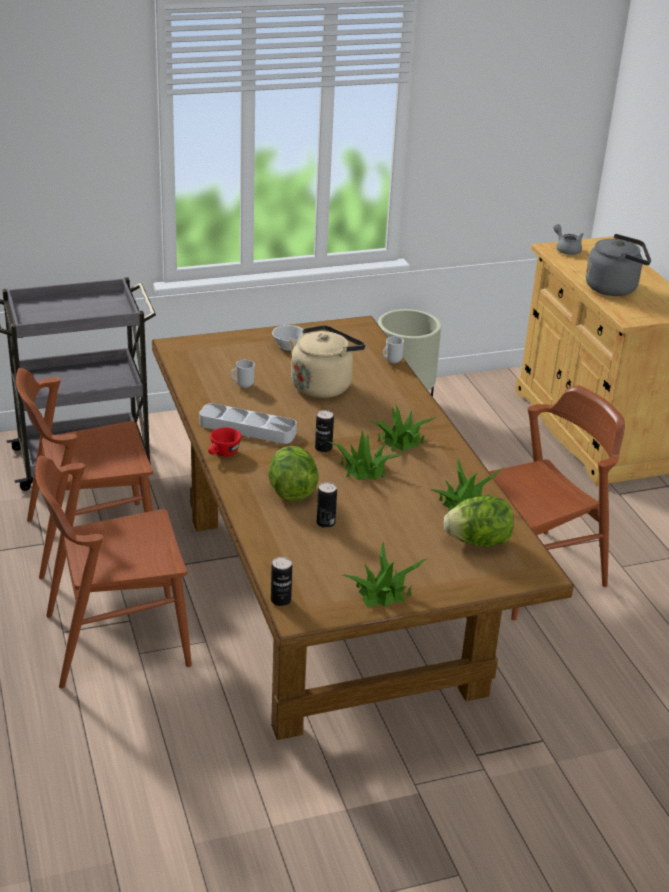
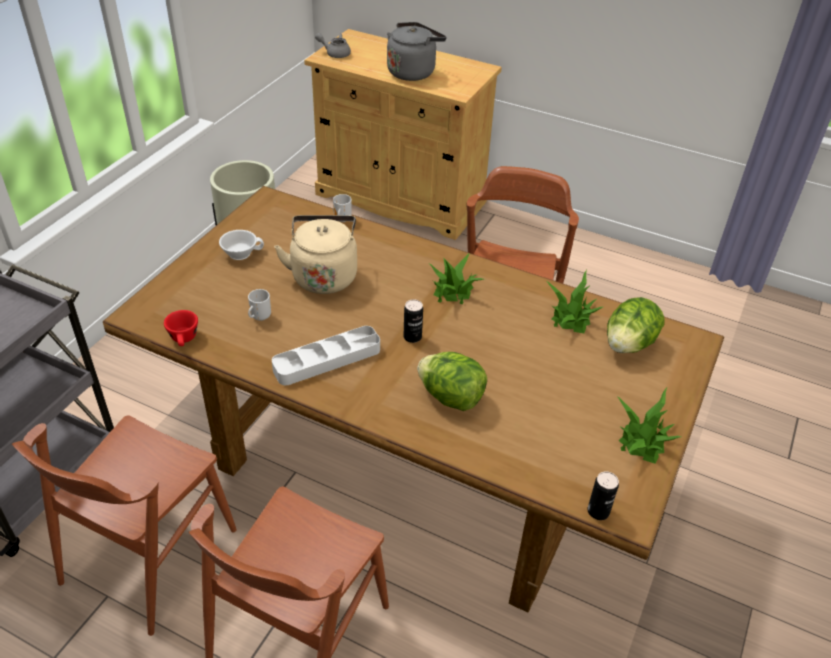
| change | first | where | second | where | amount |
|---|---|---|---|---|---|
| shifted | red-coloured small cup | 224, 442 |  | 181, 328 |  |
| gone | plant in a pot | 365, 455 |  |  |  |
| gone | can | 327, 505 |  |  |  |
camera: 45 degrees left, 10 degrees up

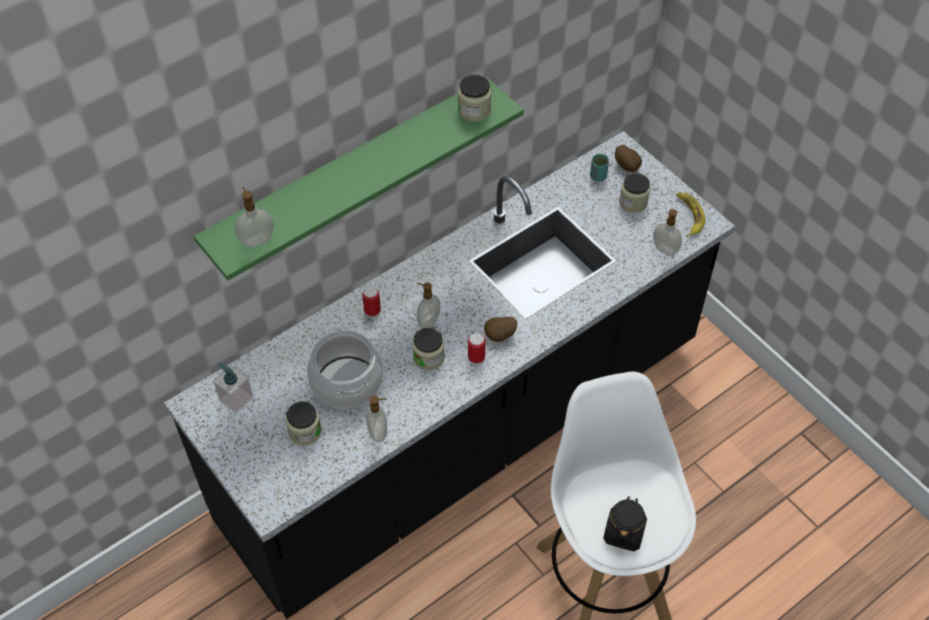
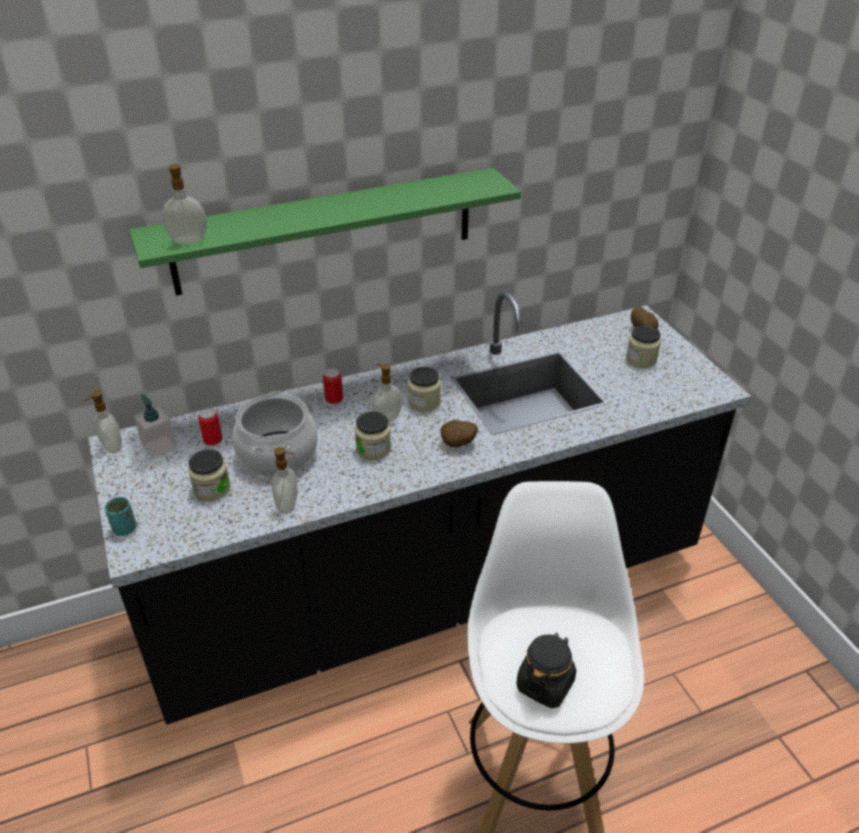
| change | first | where | second | where | amount |
|---|---|---|---|---|---|
| shifted | preserve jar | 474, 98 |  | 424, 389 |  |
| shifted | turquoise small cup | 599, 168 |  | 120, 516 |  |
| gone | banana fruit | 690, 215 |  |  |  |
| shifted | soap dispenser | 667, 232 |  | 102, 422 |  |
| shifted | can | 476, 348 |  | 210, 427 |  |
camera: 15 degrees right, 15 degrees down

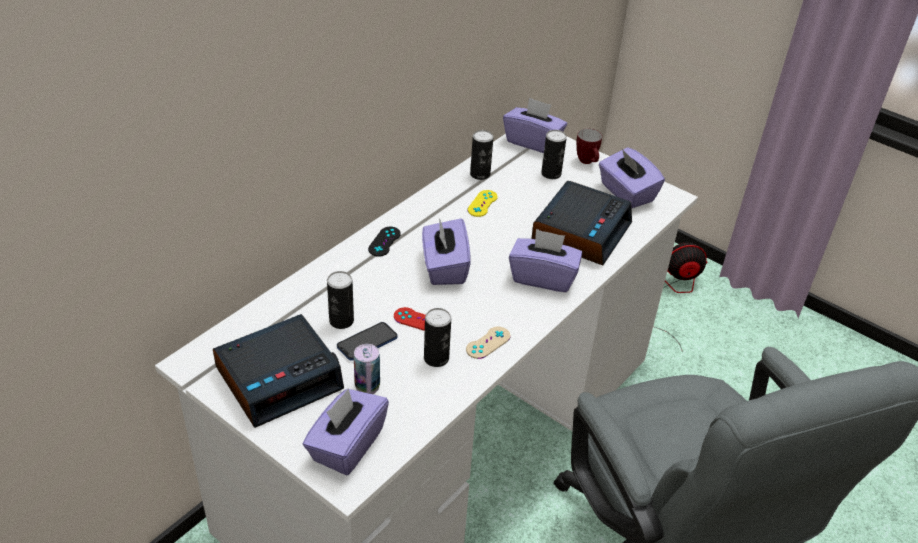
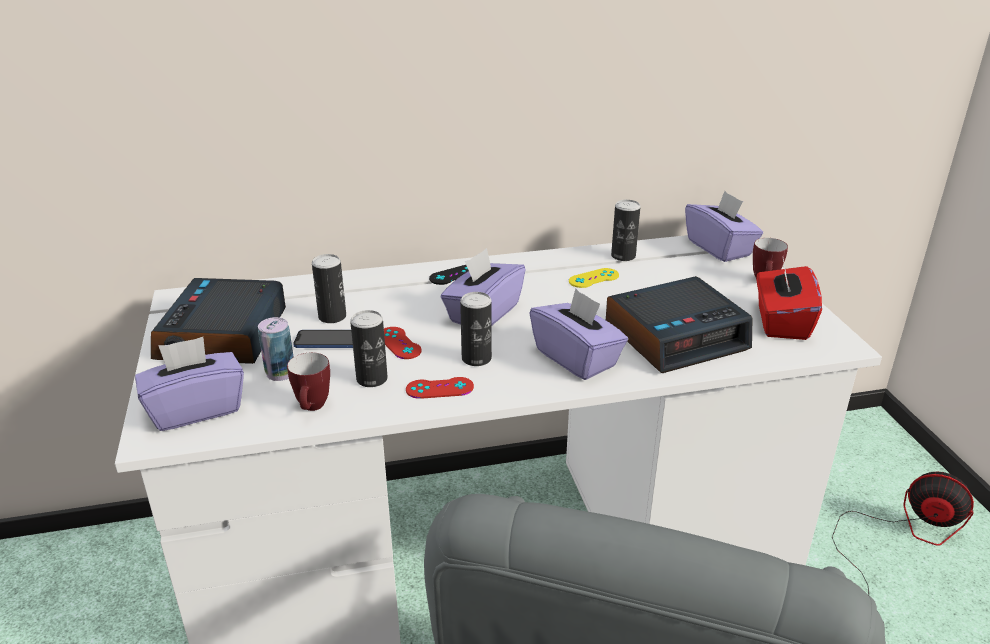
| change | first | where | second | where | amount |
|---|---|---|---|---|---|
| shifted | can | 554, 154 |  | 476, 329 |  |
| repainted | purplish tissue box | 632, 177 | red-coloured tissue box | 789, 299 |  |
| rotated | table clock | 278, 371 |  | 218, 321 | 90 degrees clockwise |
| repainted | sand-coloured gamepad | 488, 343 | red-coloured gamepad | 440, 388 |  |
| new |  |  | mug | 308, 381 |  |
camera: 40 degrees right, 10 degrees down

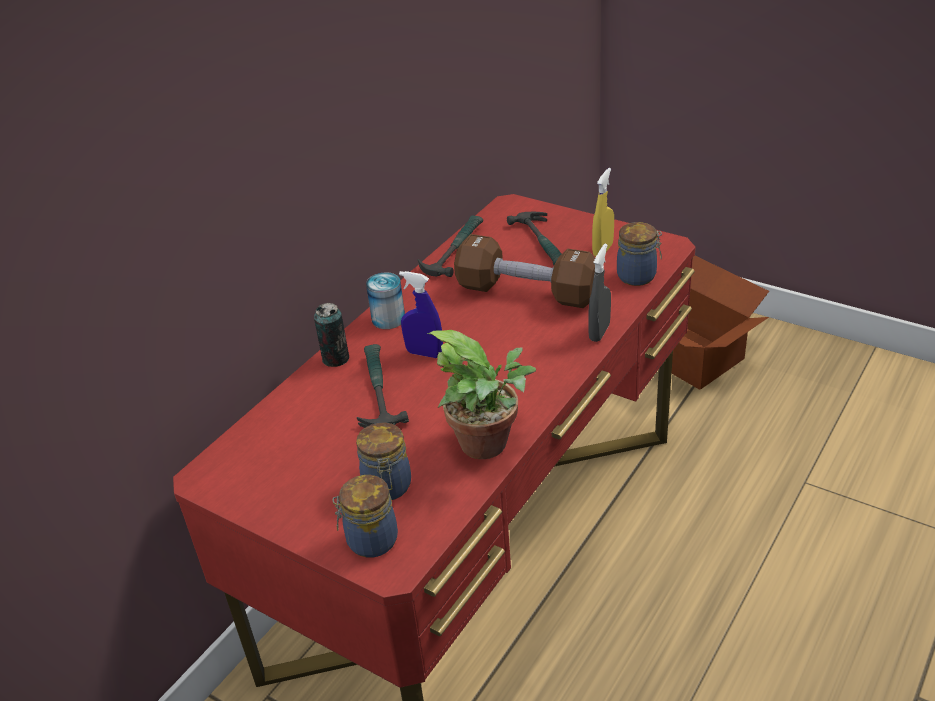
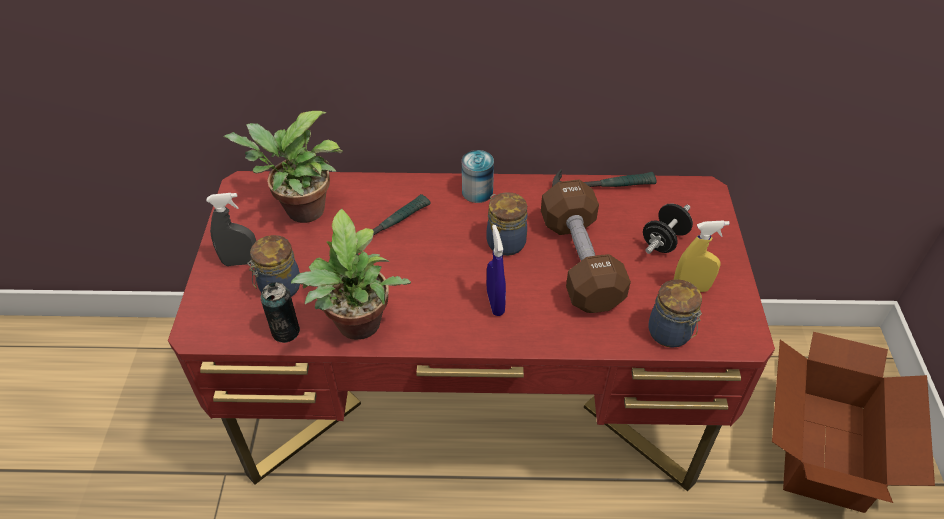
| change | first | where | second | where | amount |
|---|---|---|---|---|---|
| swapped | hammer | 534, 238 | black hand weight | 668, 228 |  |
| shifted | greyish spray bottle | 599, 293 |  | 231, 229 |  |
| shifted | blue spray bottle | 421, 314 |  | 496, 270 |  |
| shifted | can | 331, 335 |  | 280, 312 |  |
| shifted | preserve jar | 365, 516 |  | 507, 224 |  |
| new |  |  | plant in a pot | 283, 167 |  |
camera: 55 degrees right, 10 degrees up

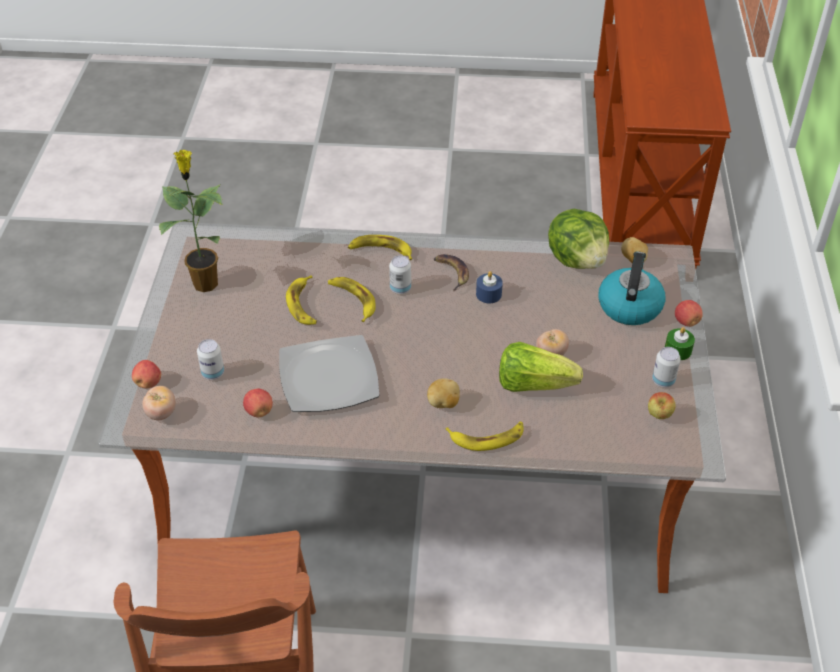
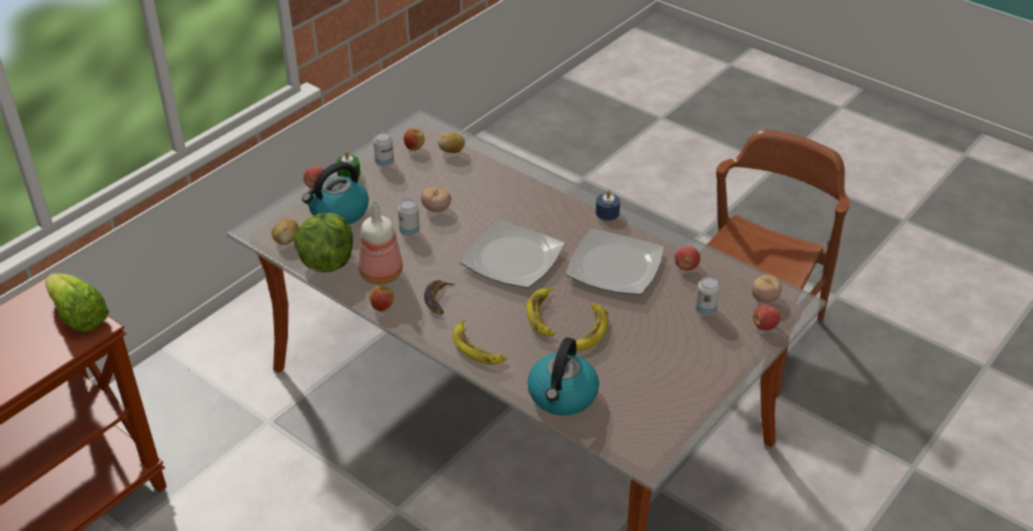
| change | first | where | second | where | amount |
|---|---|---|---|---|---|
| gone | plant in a pot | 191, 221 |  |  |  |
| shifted | can | 400, 274 |  | 409, 217 |  |
| shifted | blue candle | 489, 287 |  | 608, 205 |  |
| shifted | lettuce | 541, 367 |  | 77, 302 |  |
| shifted | spud | 443, 393 |  | 451, 142 |  |
| gone | banana fruit | 485, 436 |  |  |  |
| new |  |  | bottle | 380, 242 |  |
| new |  |  | flat dish | 512, 254 |  |
| new |  |  | whole apple | 381, 297 |  |
| new |  |  | tea kettle | 563, 376 |  |
camera: 145 degrees left, 5 degrees down

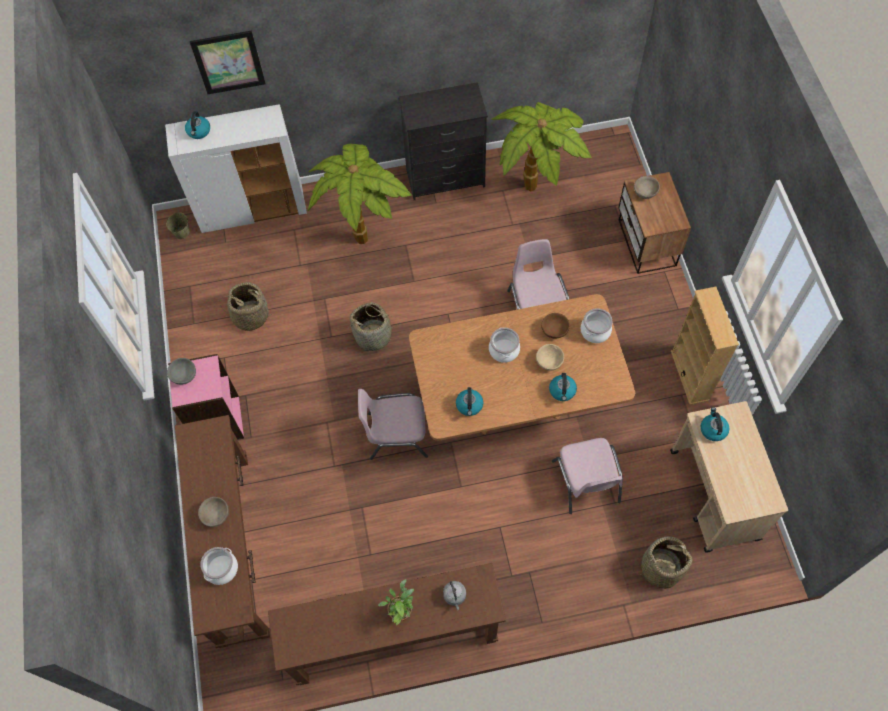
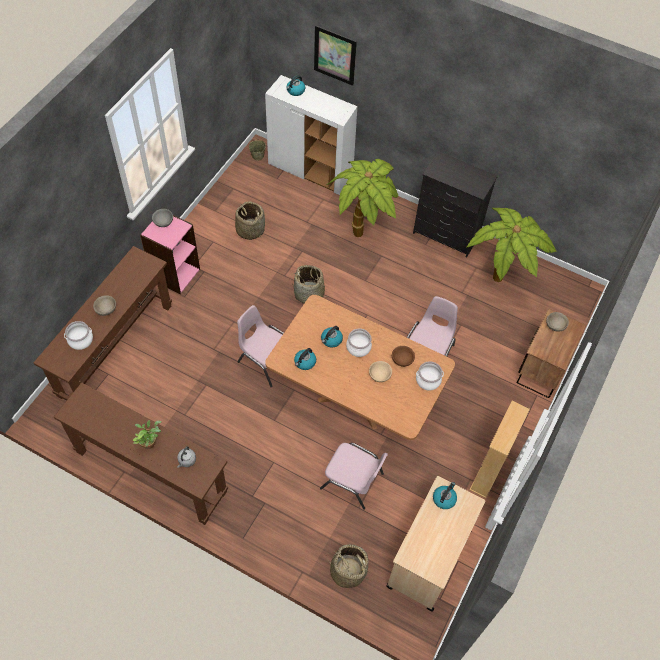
| change | first | where | second | where | amount |
|---|---|---|---|---|---|
| shifted | tea kettle | 563, 387 |  | 332, 337 |  |
| rotated | pinkish upright chair | 587, 476 |  | 354, 476 | 90 degrees counterclockwise |
camera: 35 degrees right, 5 degrees down

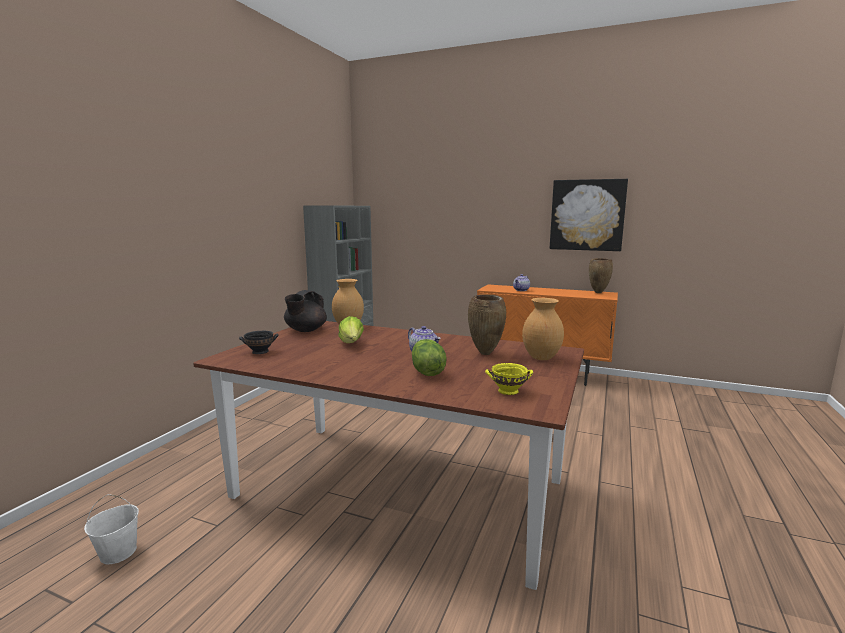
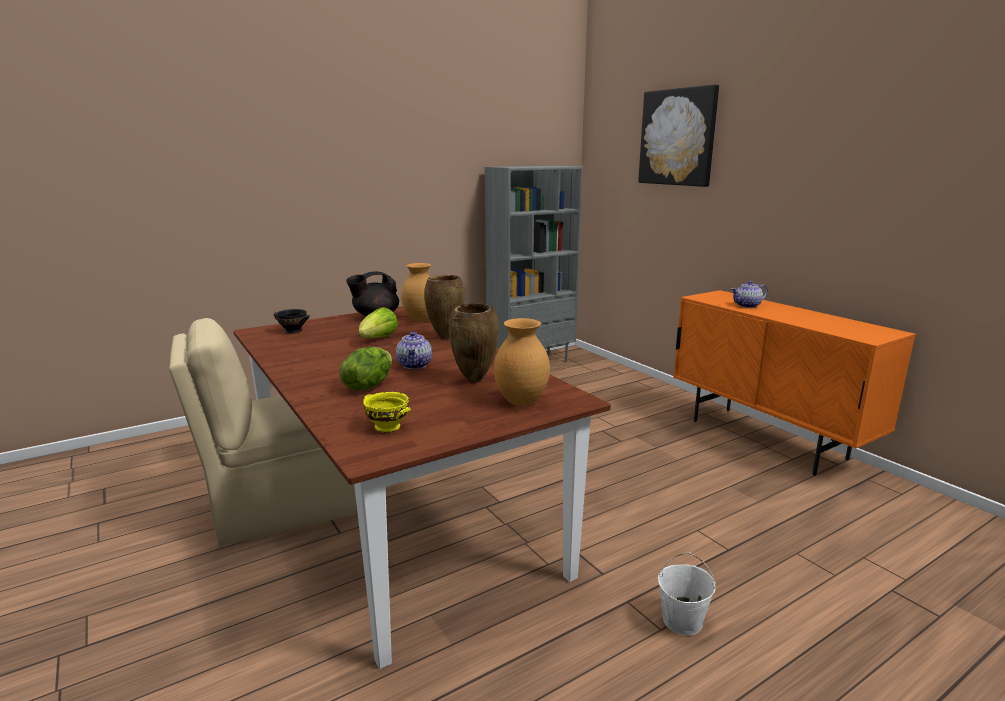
| change | first | where | second | where | amount |
|---|---|---|---|---|---|
| shifted | wall picture | 589, 215 |  | 678, 136 |  |
| shifted | brownish decorative vase | 601, 275 |  | 444, 307 |  |
| shifted | whitish pail | 111, 529 |  | 687, 594 |  |
| new |  |  | sand-coloured upright chair | 262, 432 |  |
camera: 35 degrees right, 5 degrees up

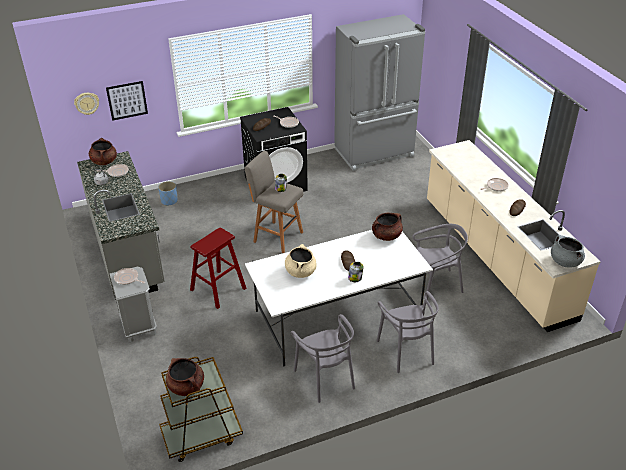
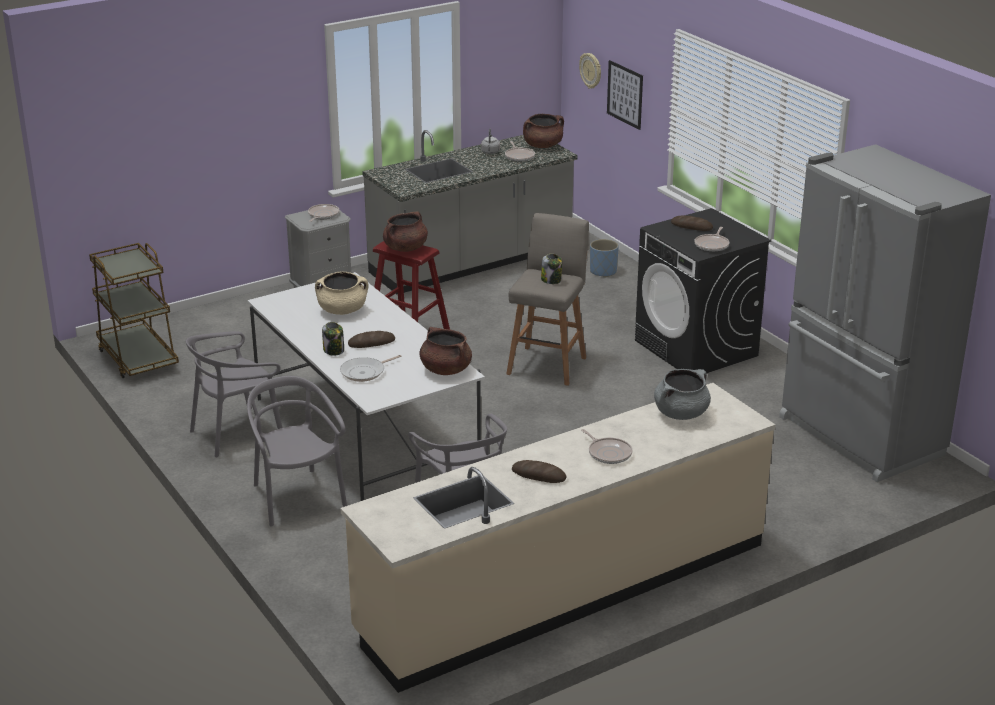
| change | first | where | second | where | amount |
|---|---|---|---|---|---|
| shifted | greyish cooking pot | 568, 251 |  | 682, 394 |  |
| rotated | greyish upright chair | 408, 332 |  | 297, 451 | 90 degrees clockwise |
| shifted | brownish cooking pot | 185, 377 |  | 405, 232 |  |
| new |  |  | skillet | 370, 368 |  |
camera: 80 degrees right, 10 degrees down

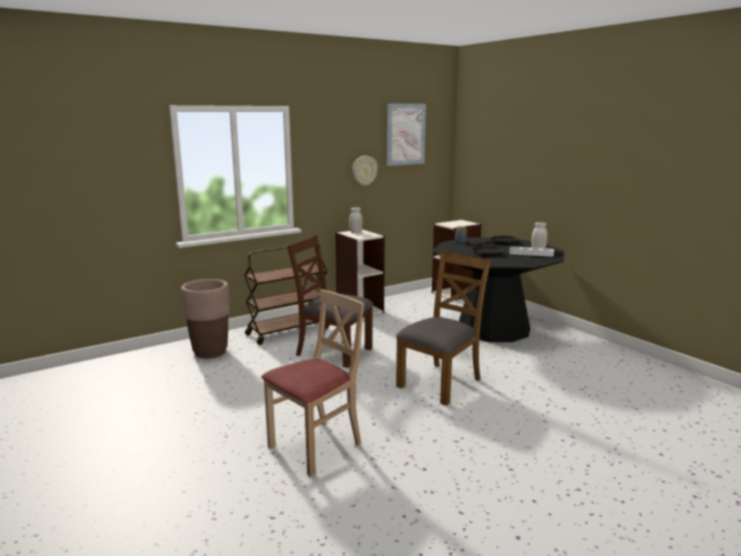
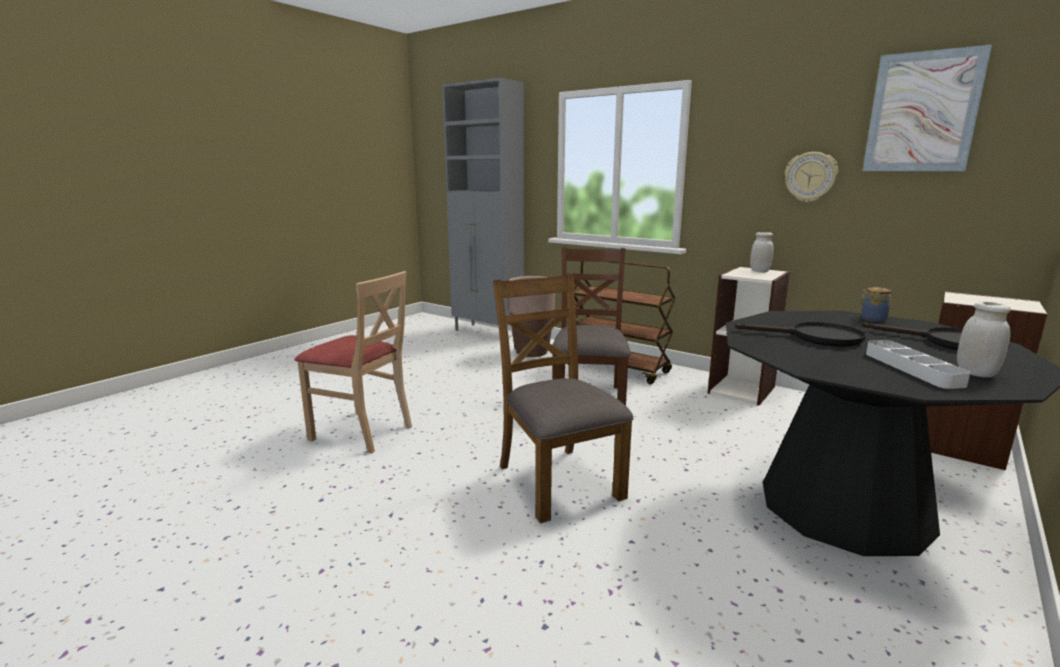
| change | first | where | second | where | amount |
|---|---|---|---|---|---|
| rotated | brownish upright chair | 443, 328 |  | 563, 398 | 135 degrees counterclockwise |
| new |  |  | greyish cupboard | 483, 204 |  |
camera: 70 degrees right, 0 degrees up

